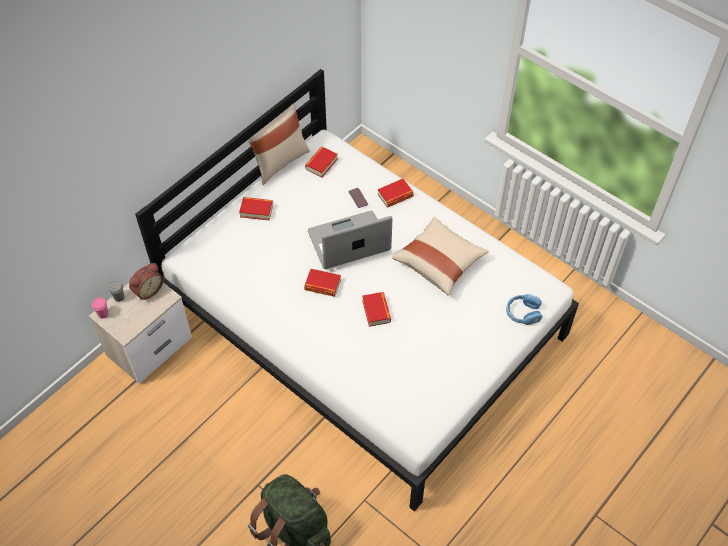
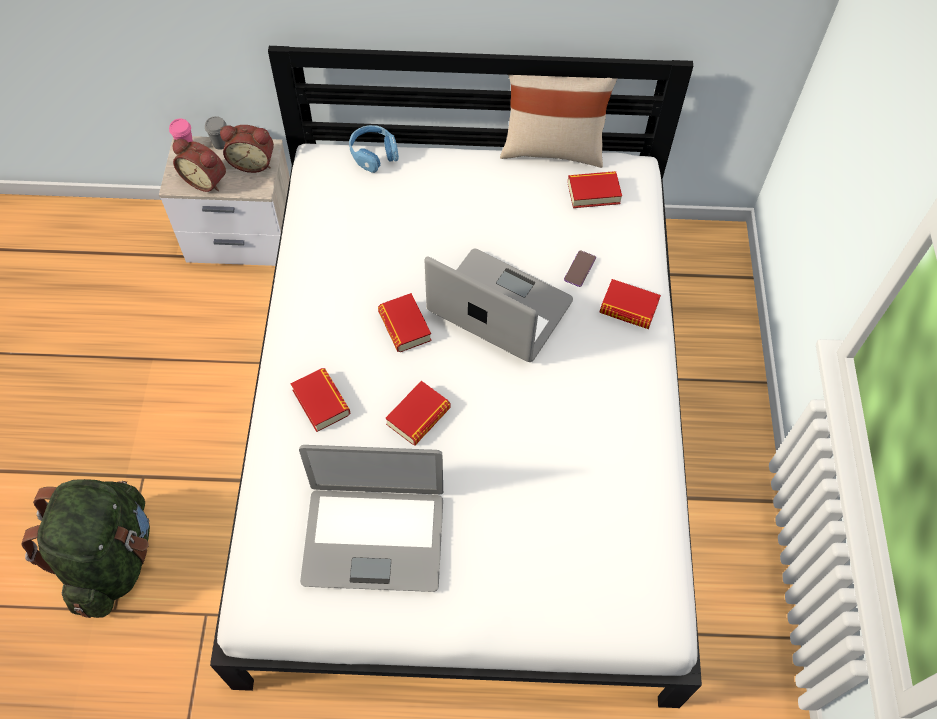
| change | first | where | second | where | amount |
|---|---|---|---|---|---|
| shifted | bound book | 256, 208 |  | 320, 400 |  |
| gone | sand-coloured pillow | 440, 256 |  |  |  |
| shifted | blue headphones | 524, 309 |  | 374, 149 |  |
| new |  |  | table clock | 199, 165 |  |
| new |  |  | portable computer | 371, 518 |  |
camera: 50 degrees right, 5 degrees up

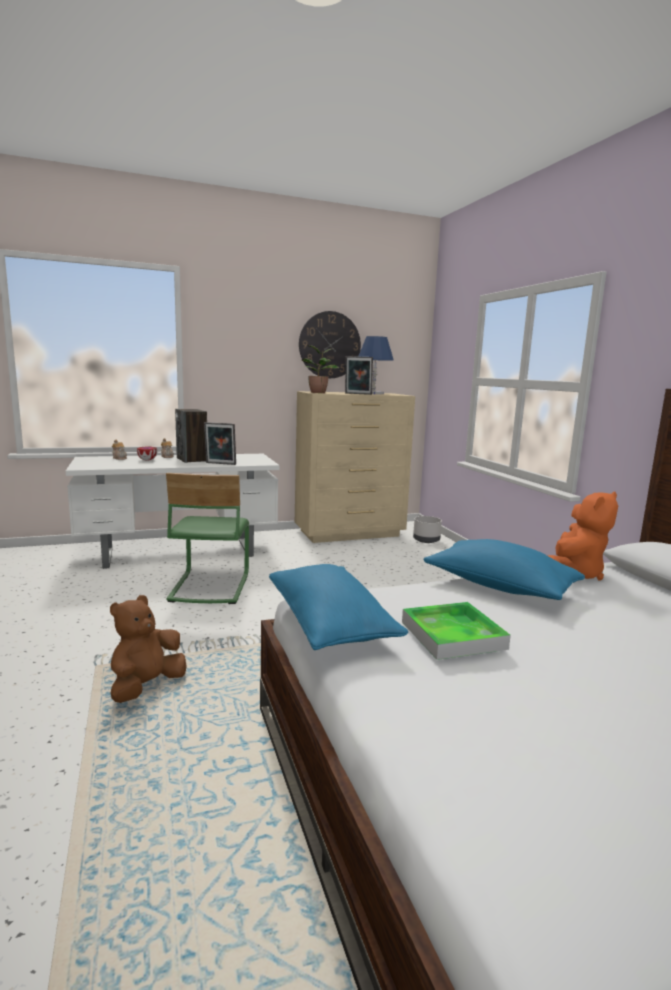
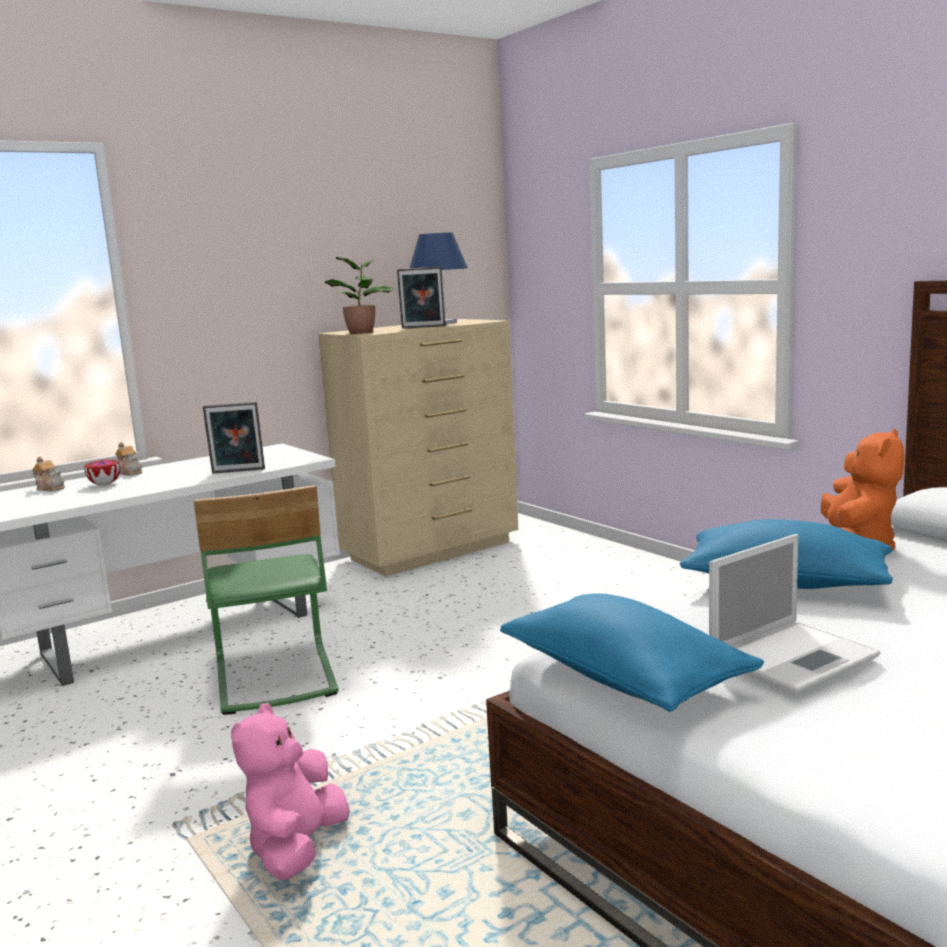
| change | first | where | second | where | amount |
|---|---|---|---|---|---|
| gone | hanging clock | 330, 344 |  |  |  |
| gone | audio speaker | 191, 436 |  |  |  |
| gone | greyish planter | 427, 529 |  |  |  |
| repainted | brownish cuddly toy | 148, 649 | pinkish cuddly toy | 290, 791 |  |
| swapped | tray | 456, 631 | portable computer | 794, 614 |  |
camera: 15 degrees left, 0 degrees up

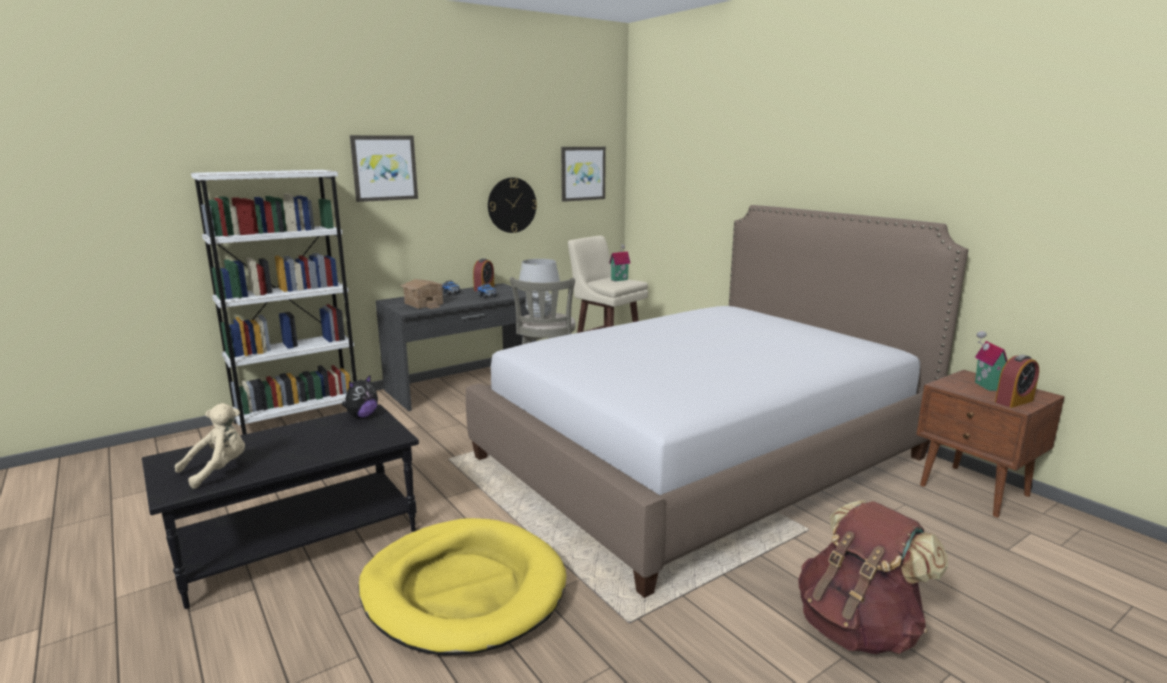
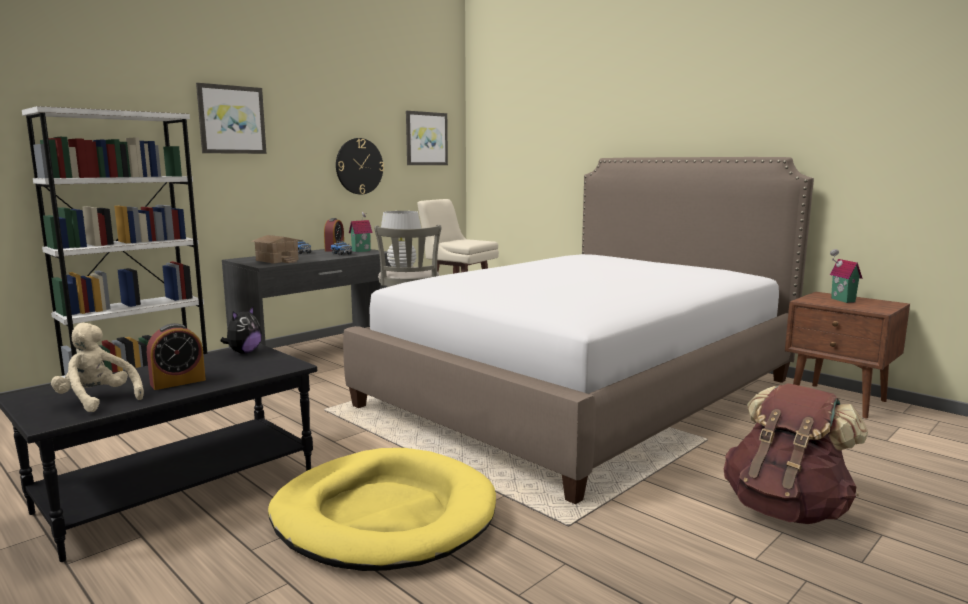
| change | first | where | second | where | amount |
|---|---|---|---|---|---|
| shifted | toy house | 620, 262 |  | 361, 232 |  |
| shifted | table clock | 1017, 381 |  | 176, 356 |  |
| rotated | sand-coloured cuddly toy | 210, 446 |  | 97, 367 | 90 degrees counterclockwise |
camera: 10 degrees left, 5 degrees down

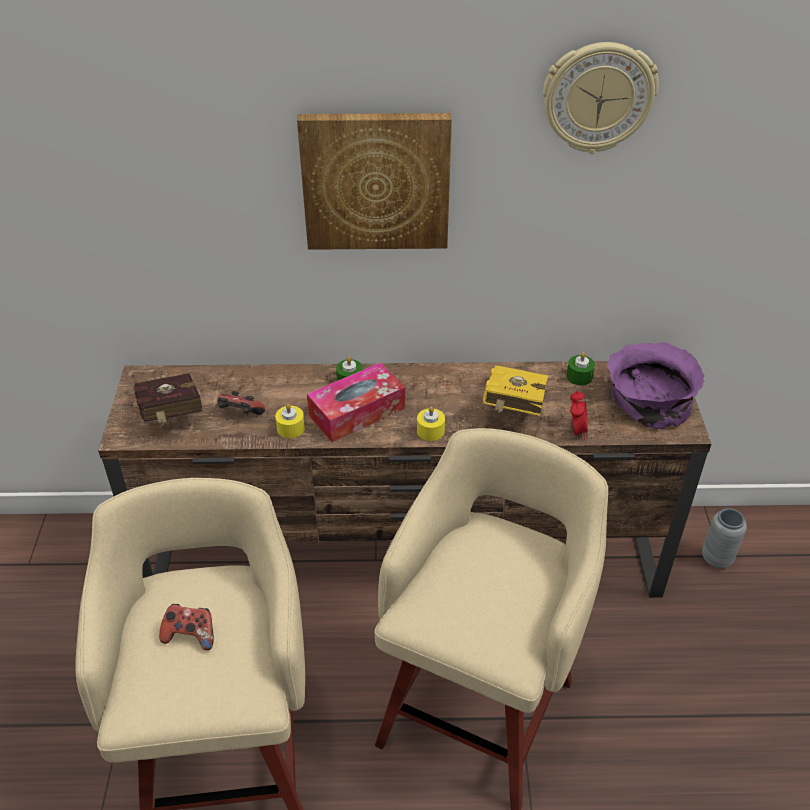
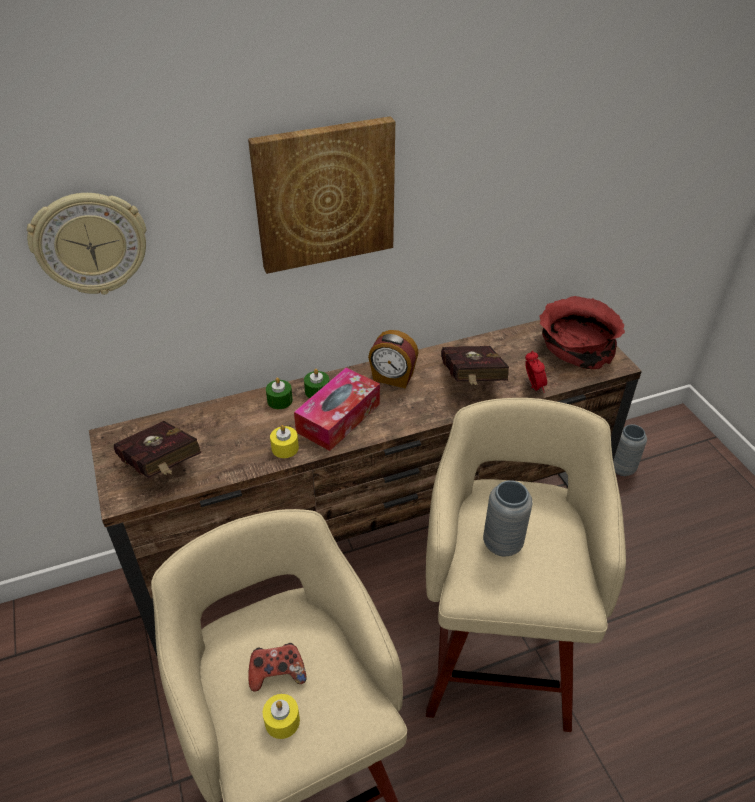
| change | first | where | second | where | amount |
|---|---|---|---|---|---|
| shifted | hanging clock | 601, 98 |  | 86, 244 |  |
| repainted | purplish deep dish | 655, 385 | red-coloured deep dish | 582, 332 |  |
| shifted | green-coloured candle | 580, 368 |  | 279, 393 |  |
| repainted | yellow-coloured bound book | 515, 390 | red-coloured bound book | 475, 366 |  |
| gone | gamepad | 241, 403 |  |  |  |
| shifted | yellow-coloured candle | 431, 423 |  | 281, 716 |  |
| new |  |  | table clock | 393, 359 |  |
| new |  |  | greyish decorative vase | 508, 518 |  |
camera: 20 degrees left, 0 degrees up

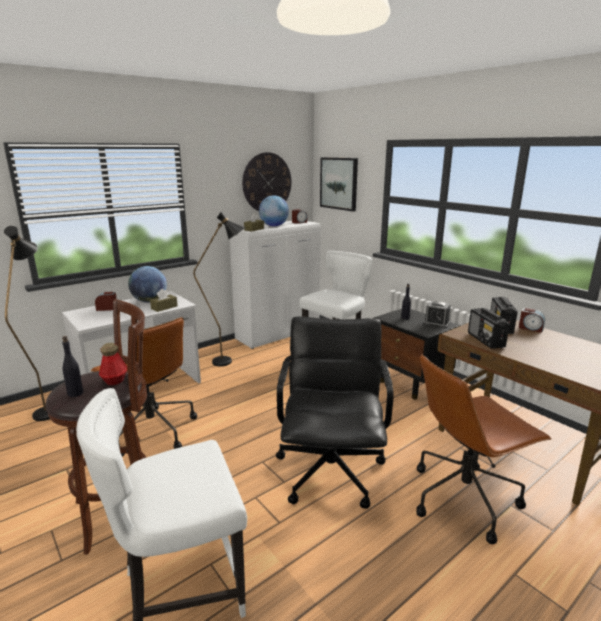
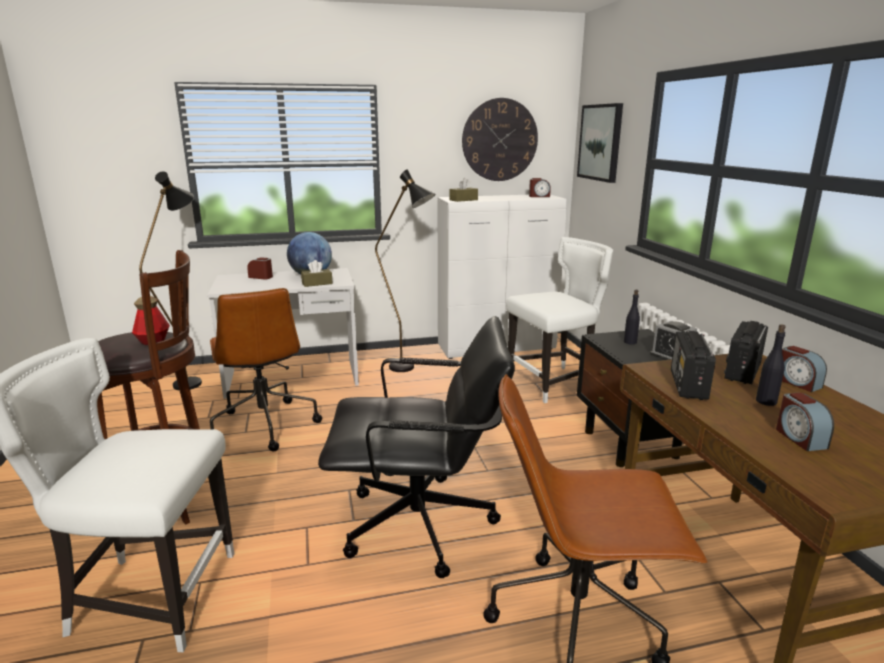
| change | first | where | second | where | amount |
|---|---|---|---|---|---|
| gone | globe | 274, 210 |  |  |  |
| rotated | black desk chair | 335, 412 |  | 416, 447 | 60 degrees clockwise |
| shifted | black bottle | 72, 366 |  | 771, 365 |  |
| new |  |  | table clock | 805, 422 |  |
camera: 25 degrees right, 0 degrees up

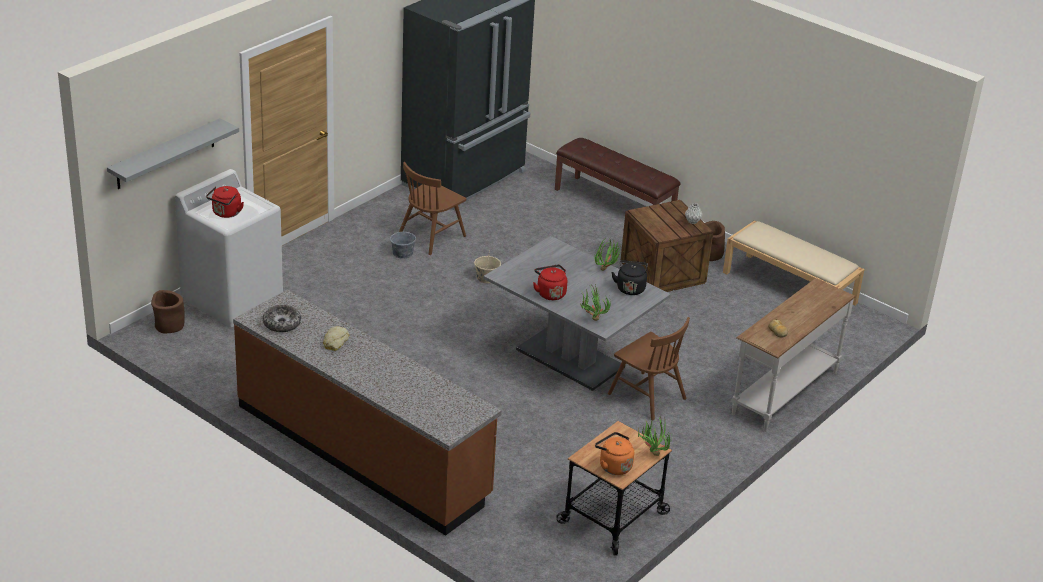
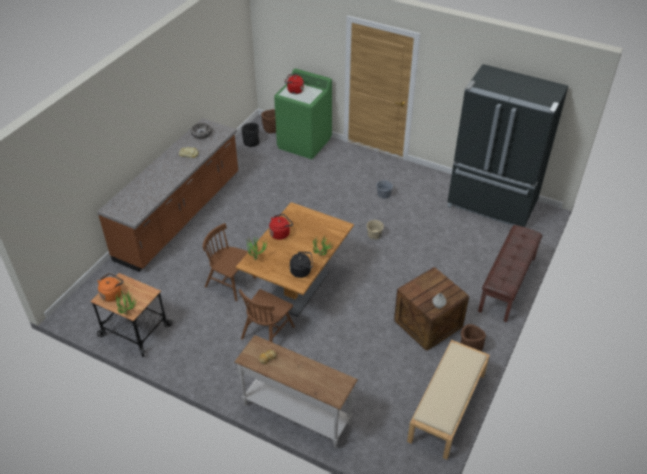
| change | first | where | second | where | amount |
|---|---|---|---|---|---|
| gone | greyish wall shelf | 173, 153 |  |  |  |
| shifted | brownish upright chair | 432, 208 |  | 229, 262 |  |
| repainted | whitish laundry appliance | 229, 248 | green-coloured laundry appliance | 303, 114 |  |
| repainted | greyish dinner table | 577, 313 | brownish dinner table | 295, 259 |  |
| new |  |  | black planter | 251, 135 |  |
camera: 80 degrees right, 10 degrees up

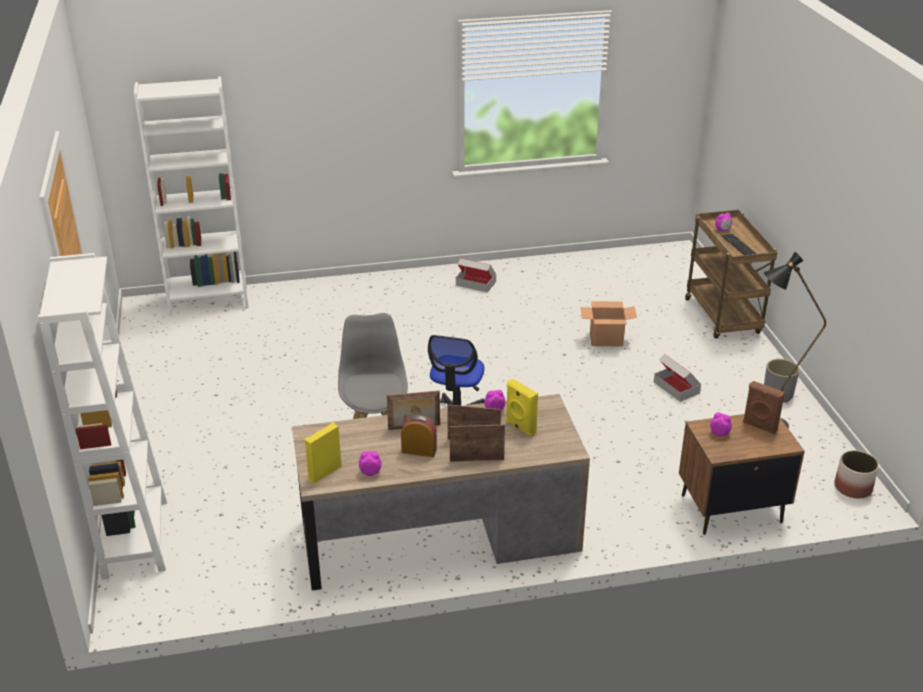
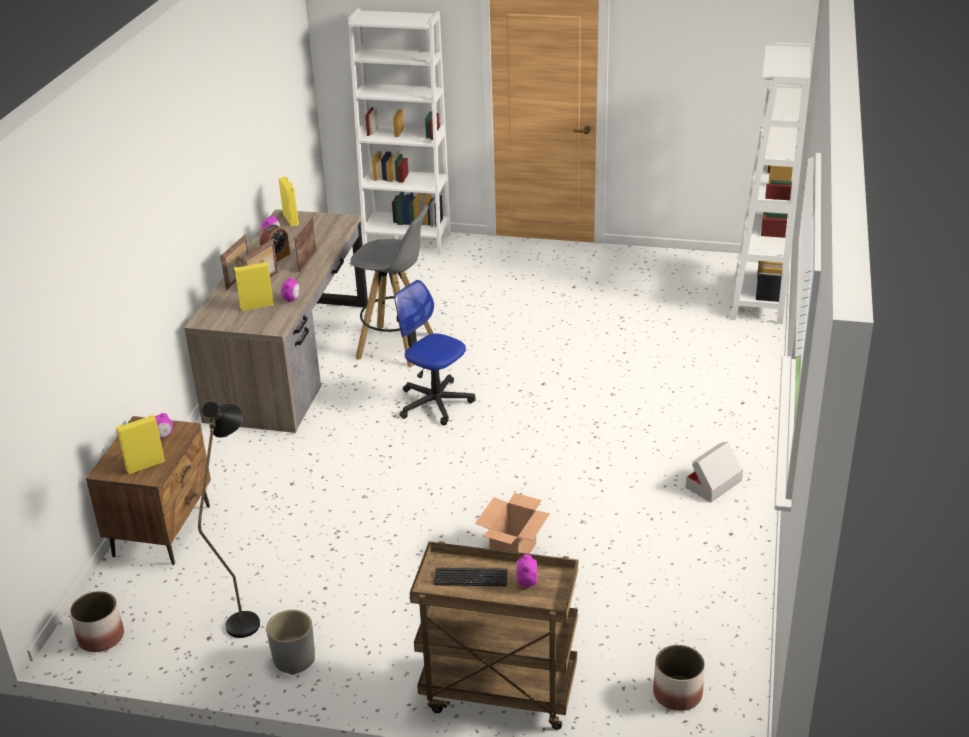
| change | first | where | second | where | amount |
|---|---|---|---|---|---|
| gone | packing box | 677, 378 |  |  |  |
| repainted | brownish audio speaker | 764, 407 | yellow-coloured audio speaker | 140, 444 |  |
| new |  |  | planter | 679, 678 |  |
camera: 115 degrees right, 0 degrees up

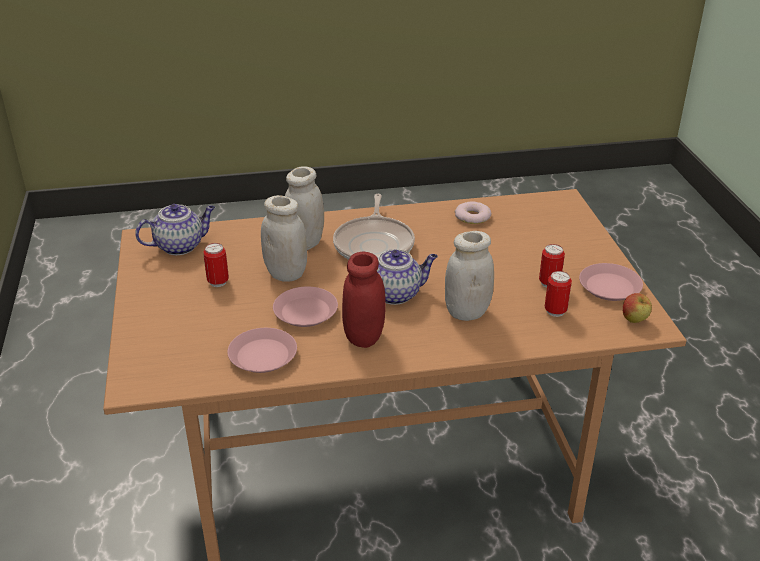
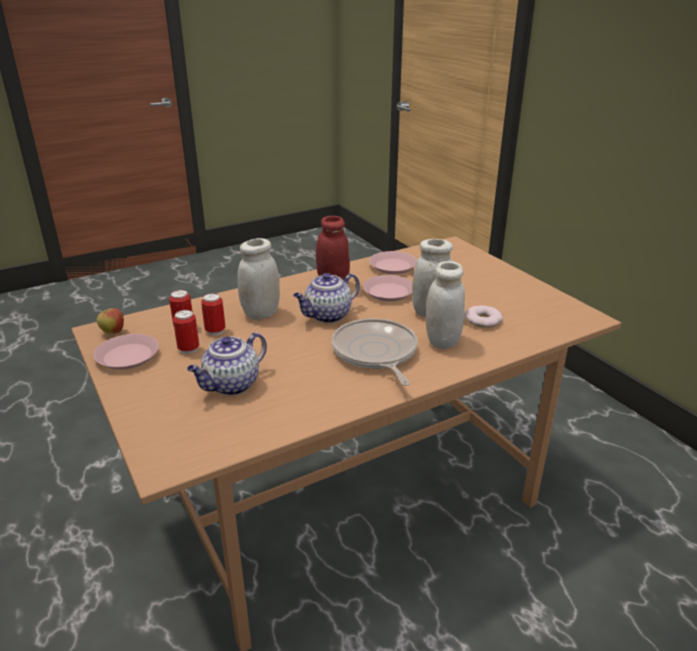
| change | first | where | second | where | amount |
|---|---|---|---|---|---|
| shifted | donut | 473, 212 |  | 484, 316 |  |
| shifted | tea pot | 175, 229 |  | 227, 363 |  |
| shifted | can | 216, 265 |  | 213, 314 |  |
camera: 160 degrees right, 5 degrees down

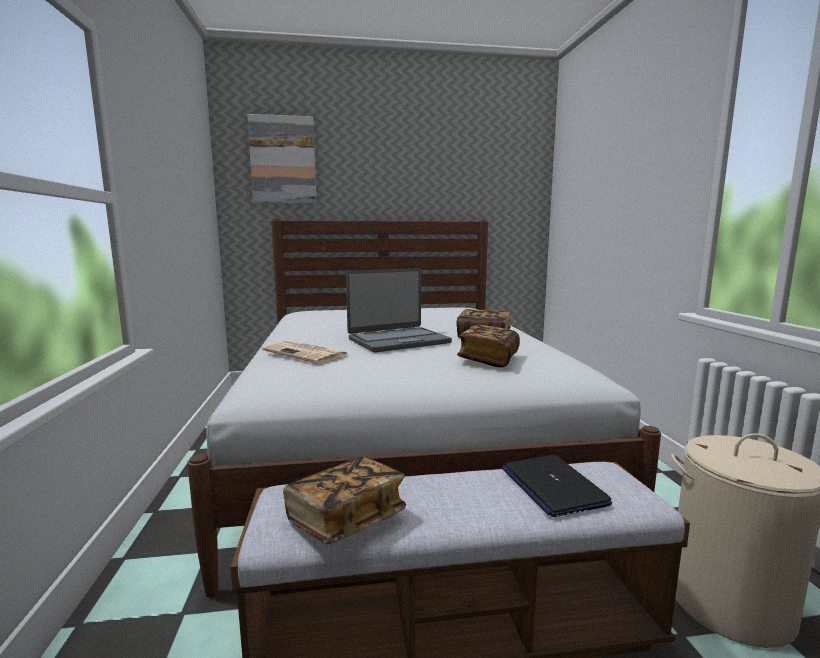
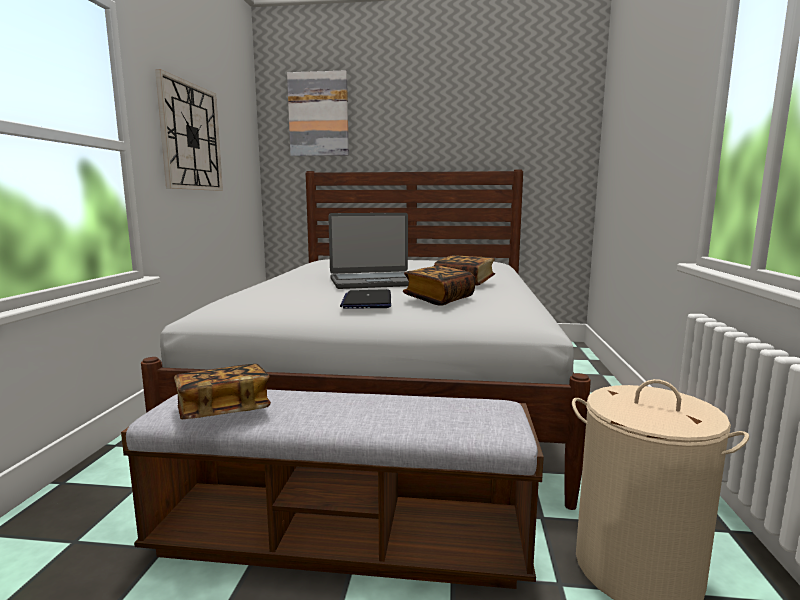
| change | first | where | second | where | amount |
|---|---|---|---|---|---|
| gone | printed paper | 305, 352 |  |  |  |
| shifted | portable computer | 557, 486 |  | 365, 299 |  |
| new |  |  | hanging clock | 189, 130 |  |
camera: 15 degrees right, 0 degrees up

